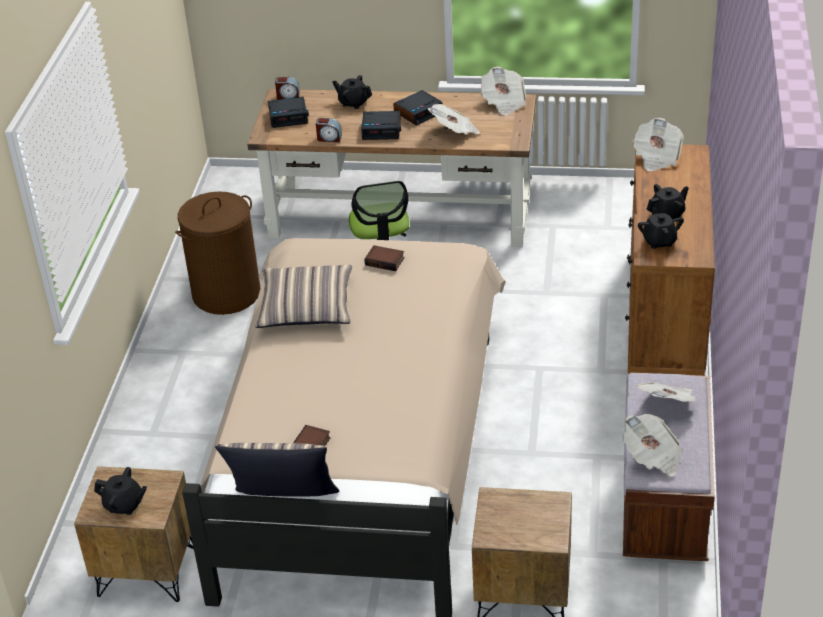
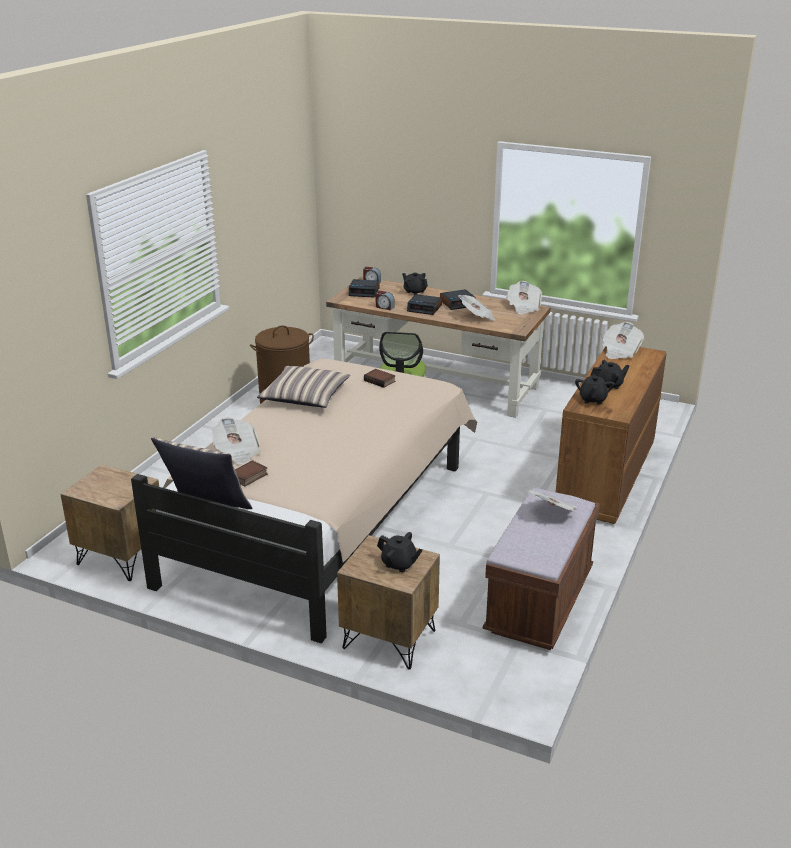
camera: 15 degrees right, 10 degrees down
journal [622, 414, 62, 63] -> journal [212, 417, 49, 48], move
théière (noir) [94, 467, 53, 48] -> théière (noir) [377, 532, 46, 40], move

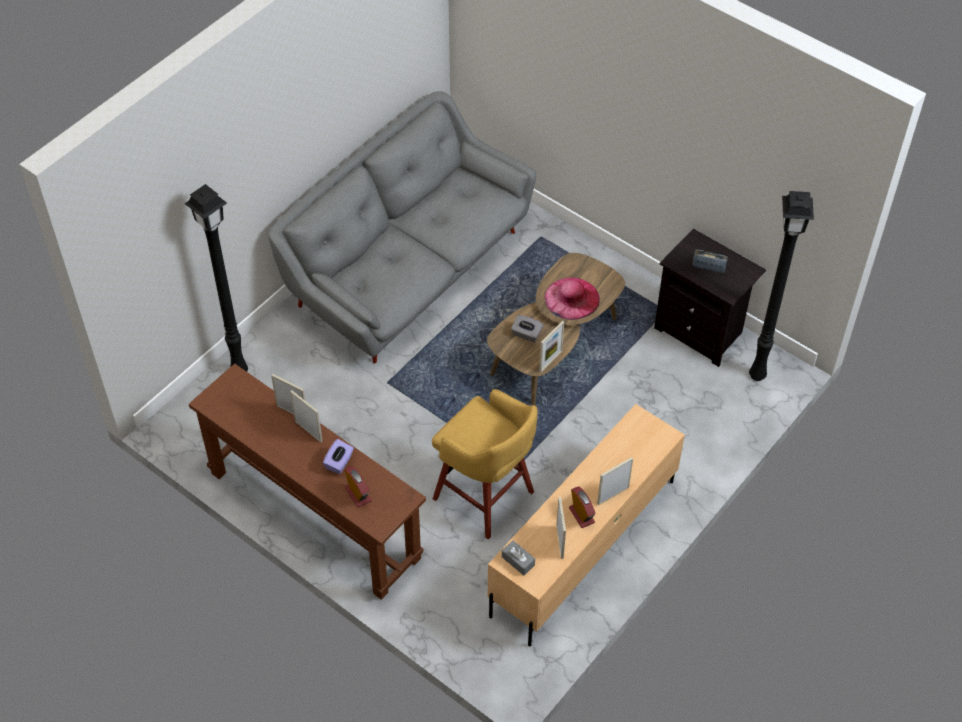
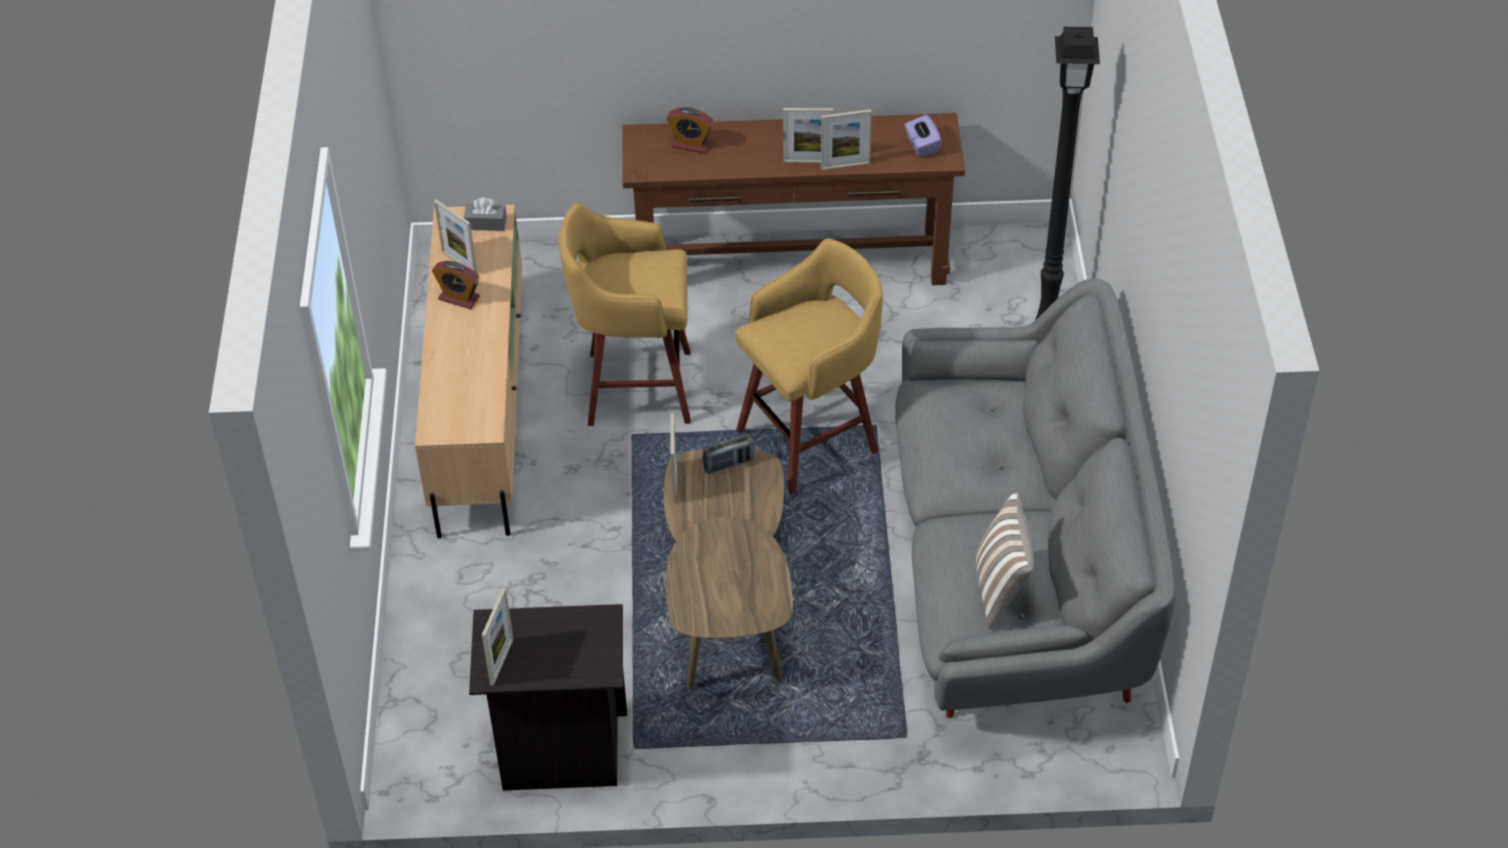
camera: 140 degrees right, 5 degrees down
cadre photo [597, 457, 36, 48] -> cadre photo [482, 588, 32, 98], move
radio [692, 249, 36, 24] -> radio [703, 434, 51, 40], move
none -> tabouret (jaune) [735, 239, 148, 255]
boîte à mouchoirs (violet) [323, 439, 31, 35] -> boîte à mouchoirs (violet) [905, 115, 36, 42], move
none -> coussin [976, 492, 58, 137]
boîte à mouchoirs (gris) [511, 315, 32, 27] -> none
chapeau (rose) [544, 278, 56, 42] -> none
lampadaire (noir) [749, 191, 65, 190] -> none

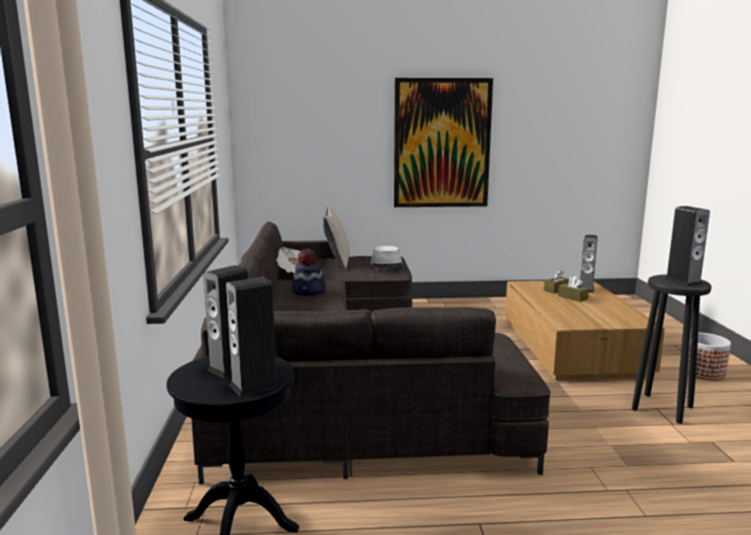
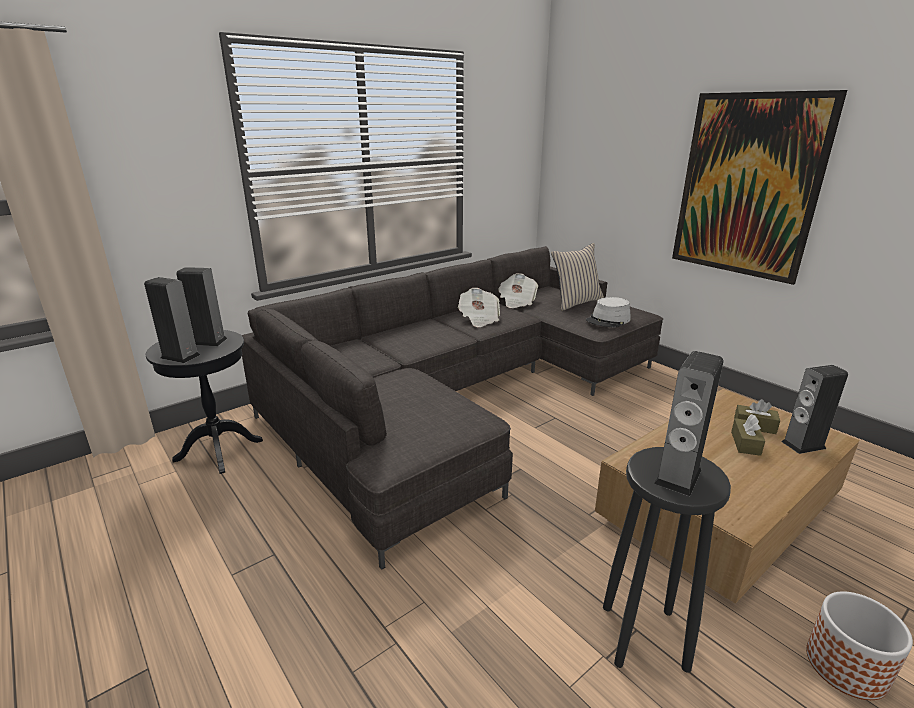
camera: 55 degrees right, 10 degrees up
chapeau [292, 249, 34, 47] -> journal [458, 288, 42, 39]

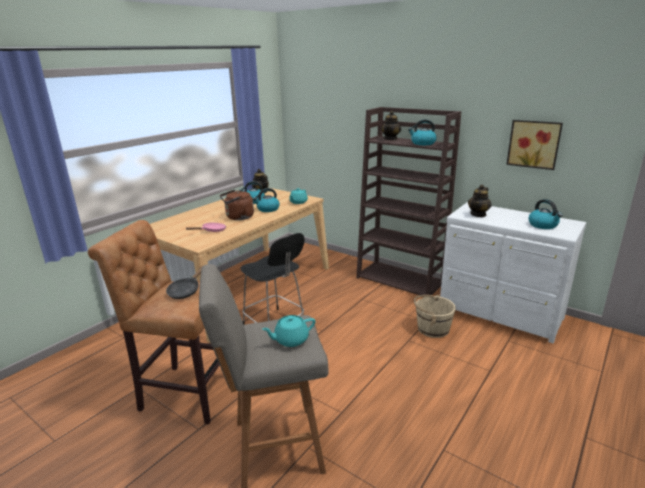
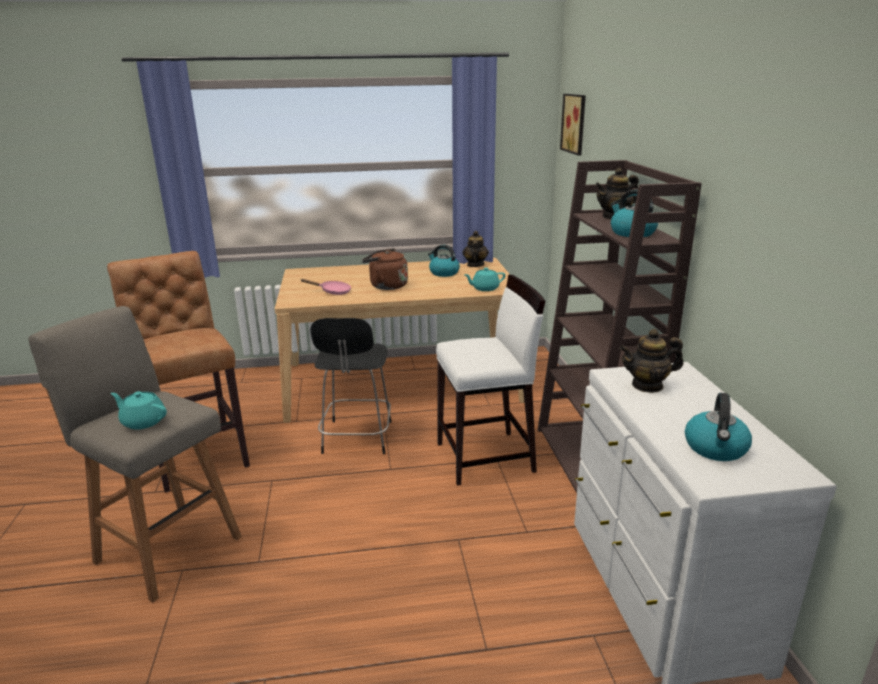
camera: 45 degrees right, 0 degrees up
none -> tabouret (blanc) [436, 275, 110, 211]
tableau [506, 120, 57, 50] -> tableau [560, 94, 26, 62], move
poêle (noir) [166, 266, 37, 33] -> none
bouilloire [253, 188, 27, 24] -> none
seau (beige) [414, 295, 42, 43] -> none

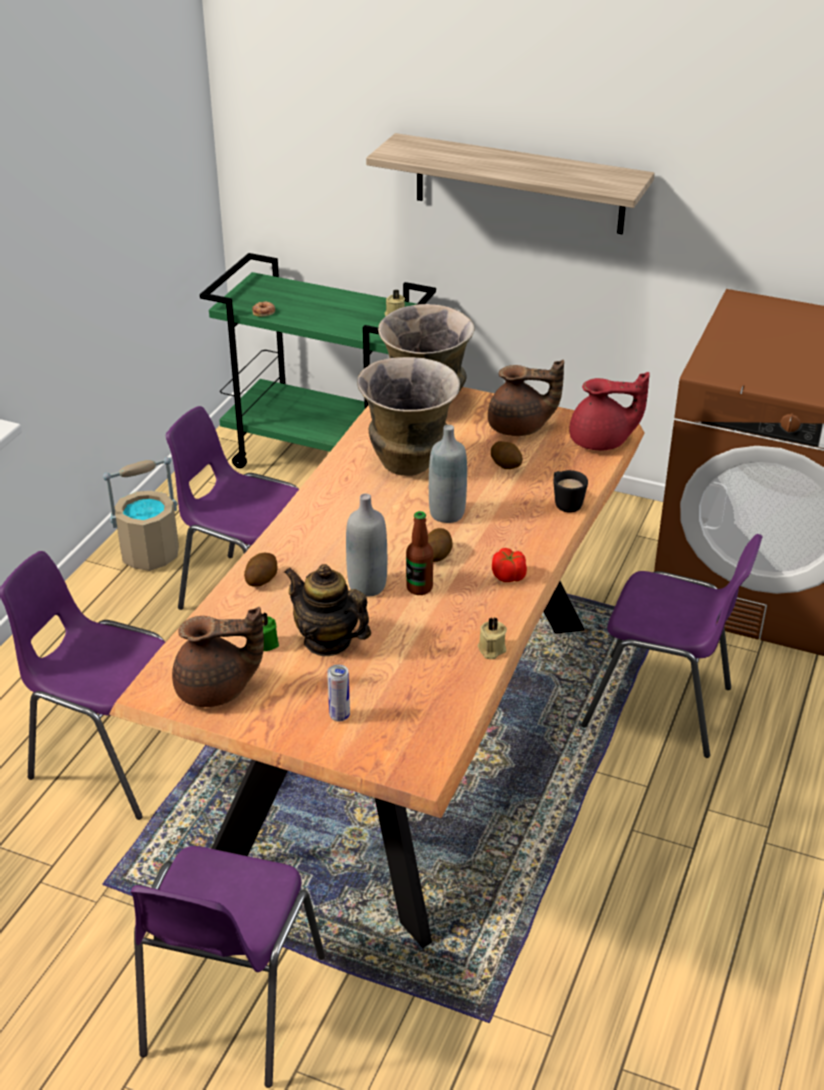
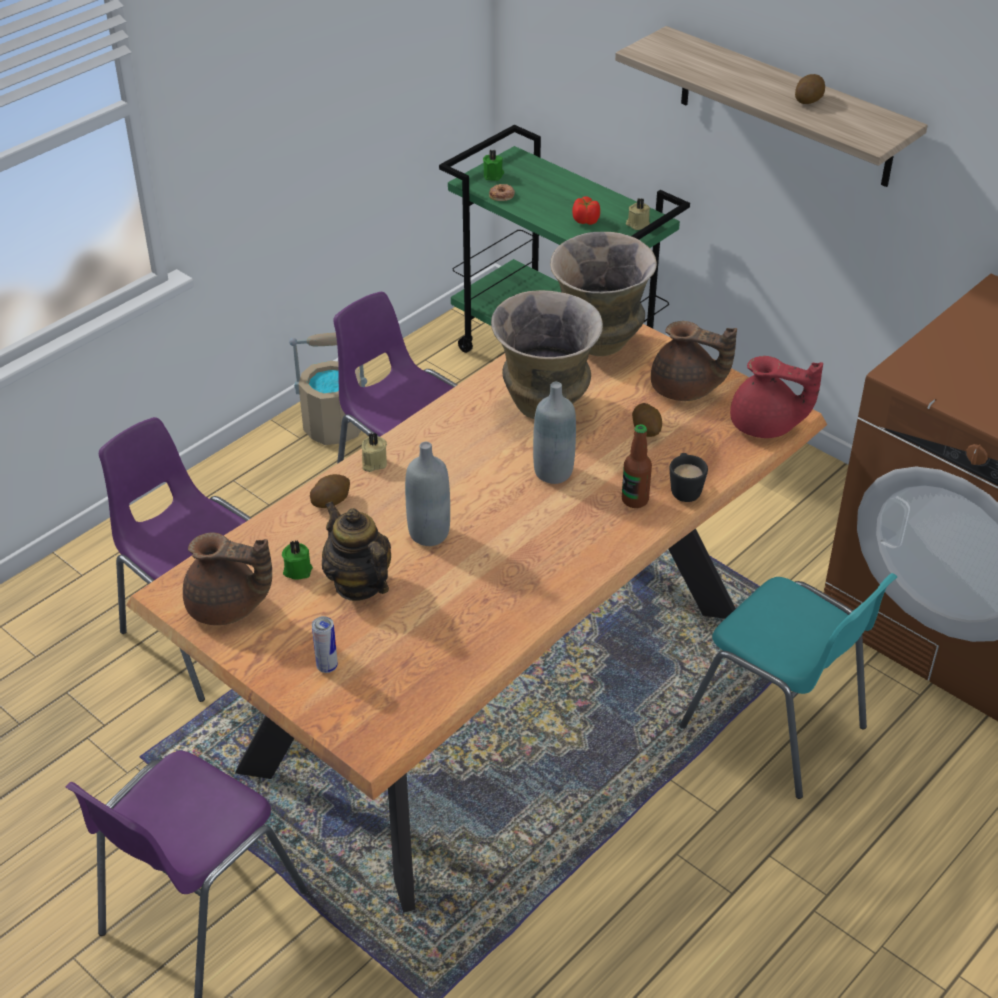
camera: 20 degrees right, 5 degrees up
bougie (beige) [478, 617, 29, 42] -> bougie (beige) [362, 432, 25, 40], move
none -> bougie (vert) [483, 150, 21, 31]
tomate [492, 548, 35, 34] -> tomate [572, 196, 28, 29], move
bouteille [406, 511, 27, 84] -> bouteille [622, 424, 30, 84], move
chaise (violet) [581, 534, 182, 224] -> chaise (turquoise) [680, 573, 218, 226]
pomme de terre [428, 528, 25, 34] -> pomme de terre [795, 74, 30, 30], move

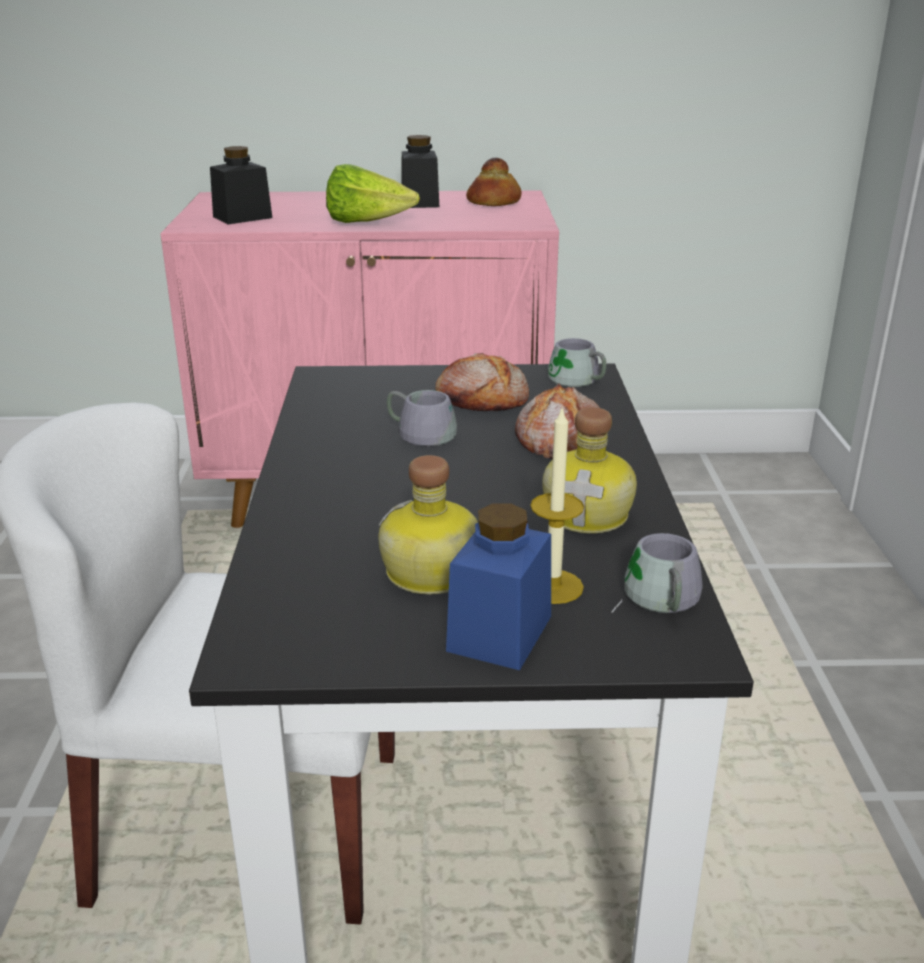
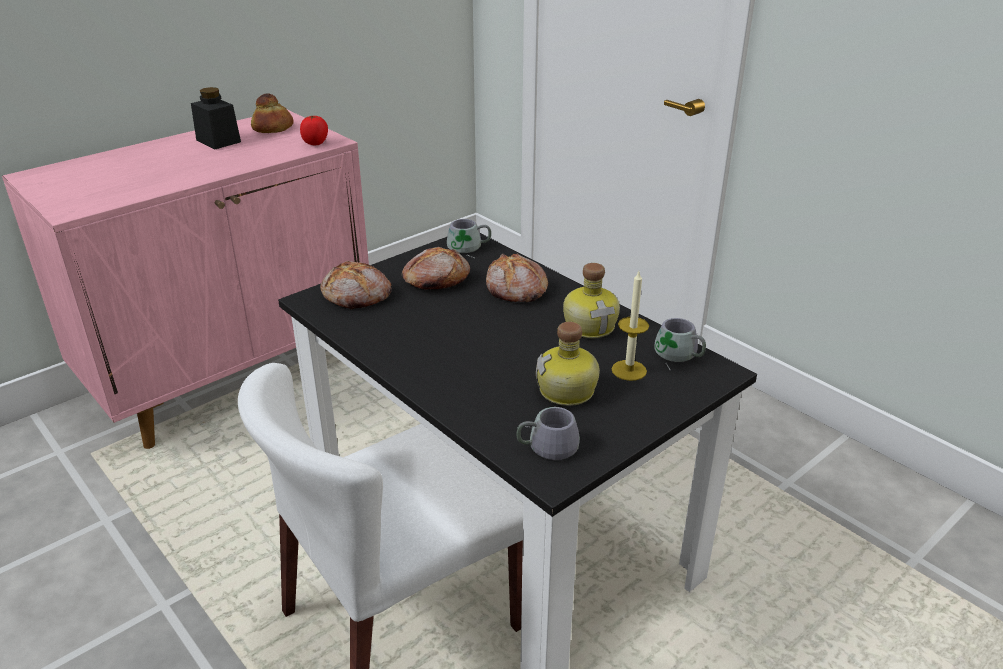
camera: 40 degrees left, 5 degrees up
none -> tomate [300, 116, 28, 29]
none -> pain [320, 261, 72, 48]
mug (gris) [387, 390, 70, 57] -> mug (gris) [516, 407, 64, 53], move
bocal (noir) [210, 146, 62, 78] -> none
laitue [326, 164, 94, 59] -> none
bocal (bleu) [446, 504, 105, 166] -> none

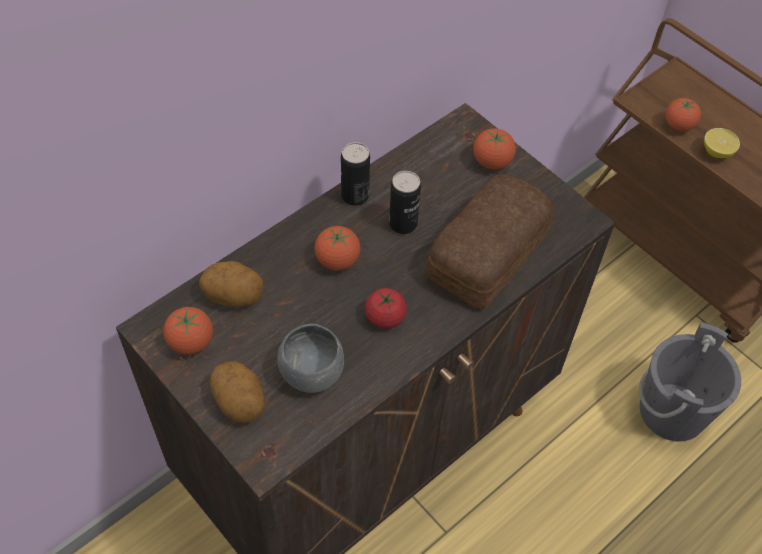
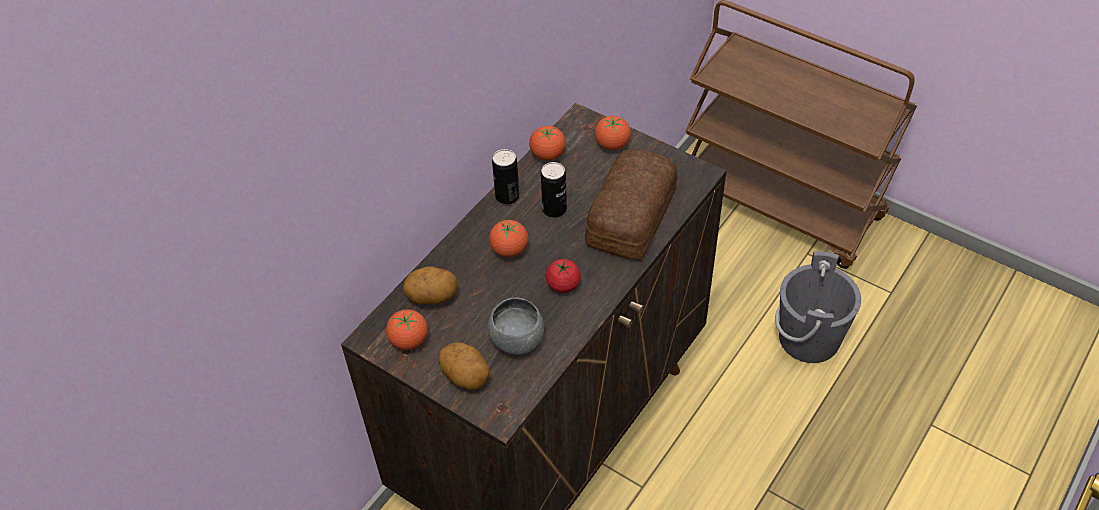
camera: 10 degrees left, 5 degrees down
tomate [665, 98, 36, 33] -> tomate [529, 125, 37, 36], move
citron [704, 128, 36, 30] -> none

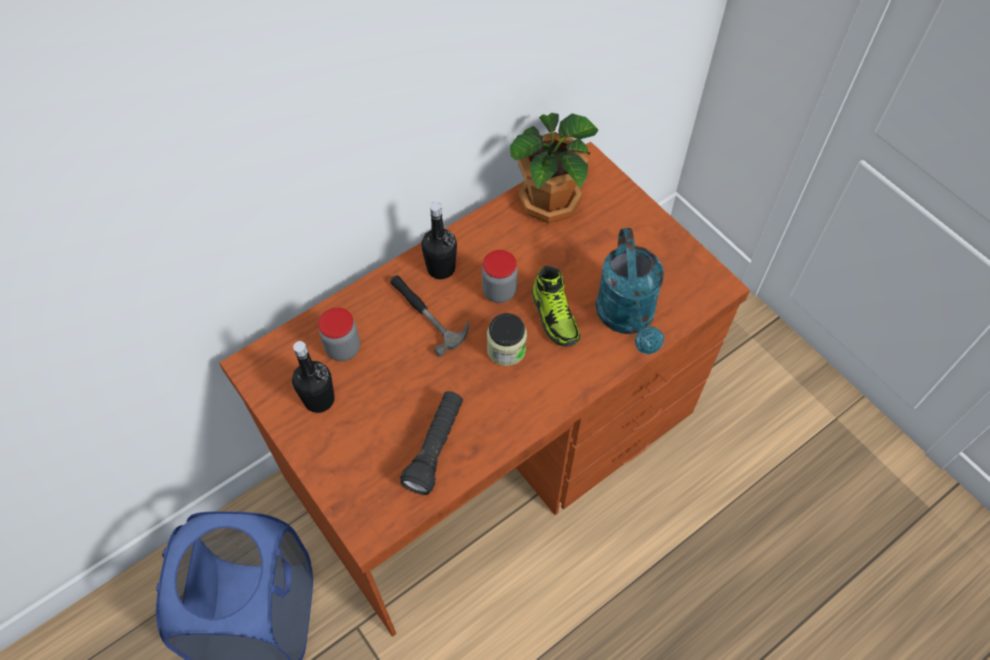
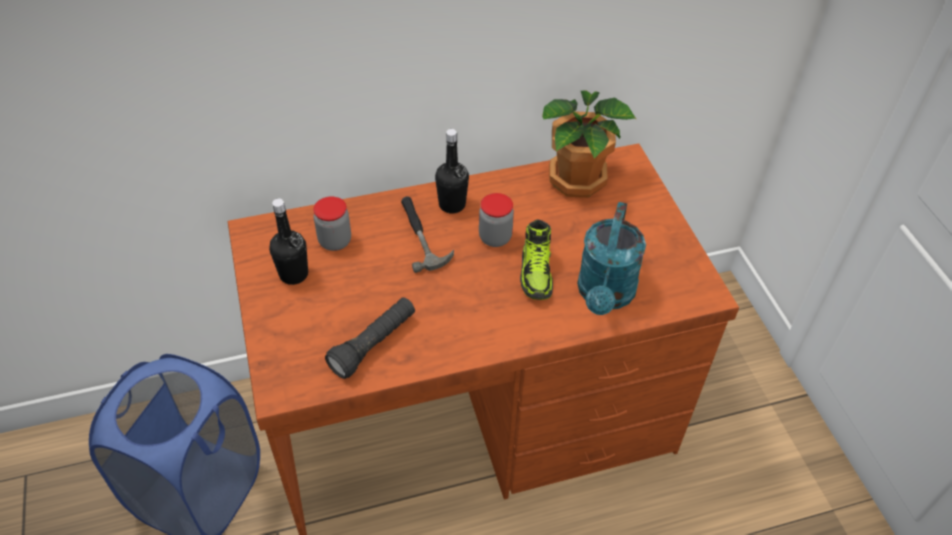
camera: 20 degrees right, 10 degrees down
bocal [487, 313, 40, 53] -> none

